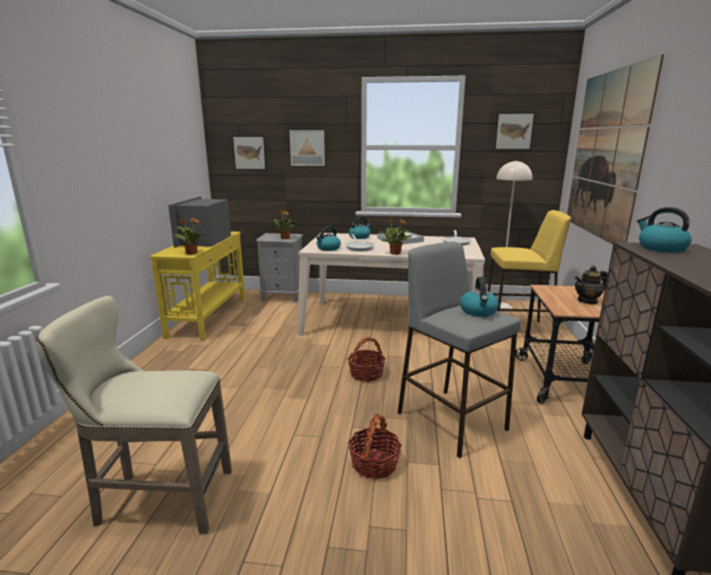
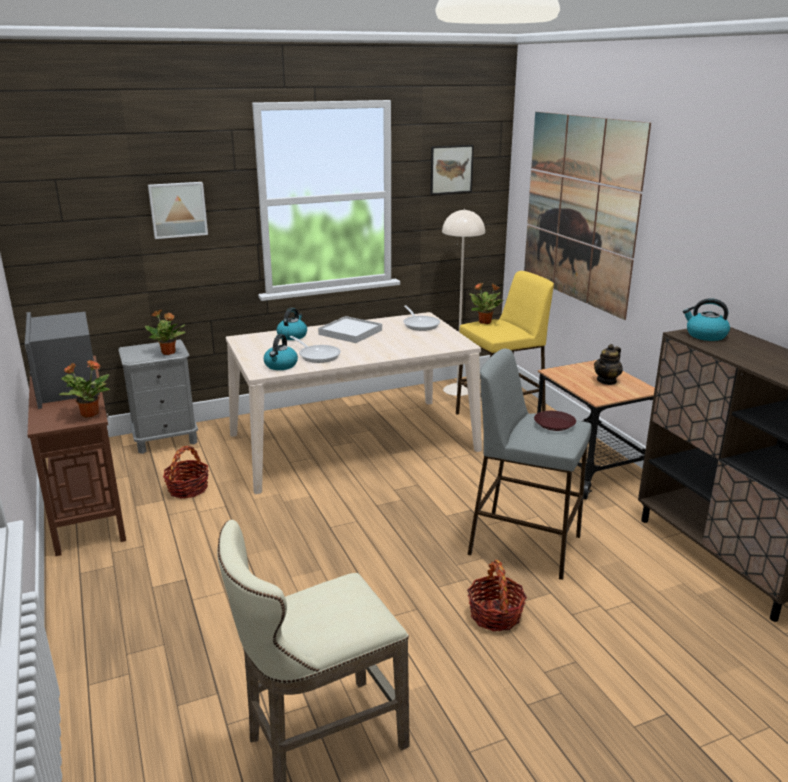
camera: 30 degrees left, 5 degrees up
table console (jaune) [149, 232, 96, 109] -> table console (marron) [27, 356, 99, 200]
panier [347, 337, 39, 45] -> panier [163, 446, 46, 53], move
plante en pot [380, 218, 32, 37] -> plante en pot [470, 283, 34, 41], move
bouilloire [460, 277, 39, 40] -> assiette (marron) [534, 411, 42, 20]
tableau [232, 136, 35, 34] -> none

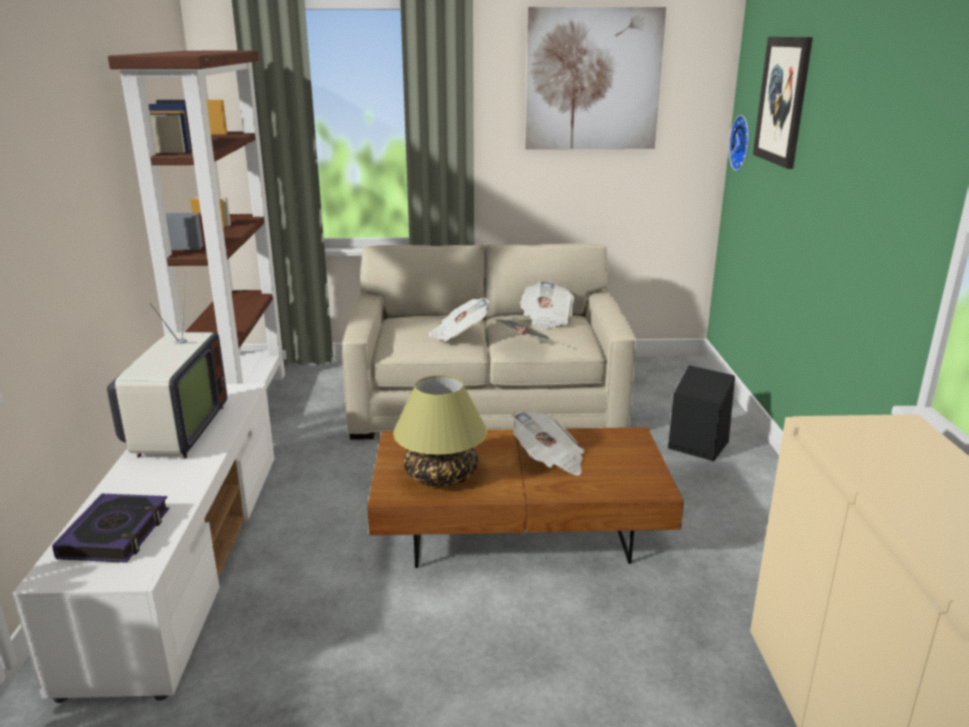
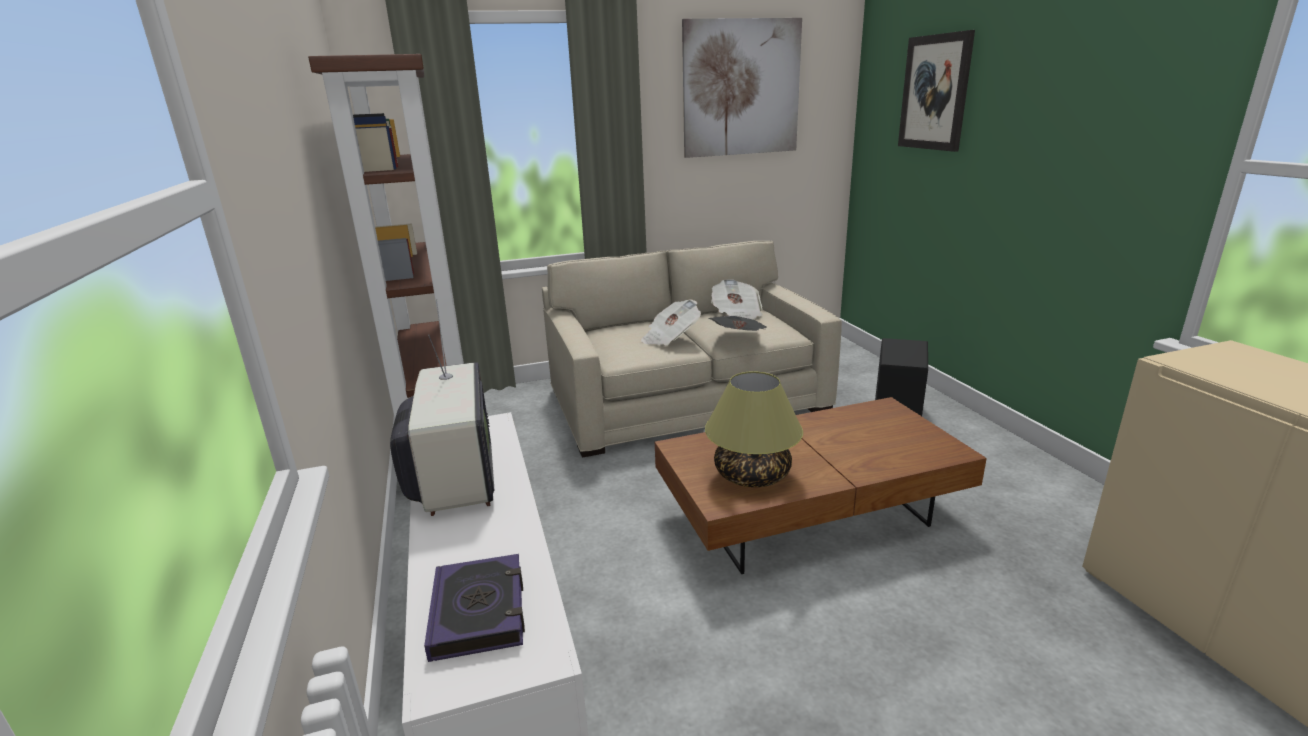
camera: 15 degrees left, 0 degrees up
journal [513, 411, 71, 65] -> none
horloge murale [729, 115, 20, 56] -> none

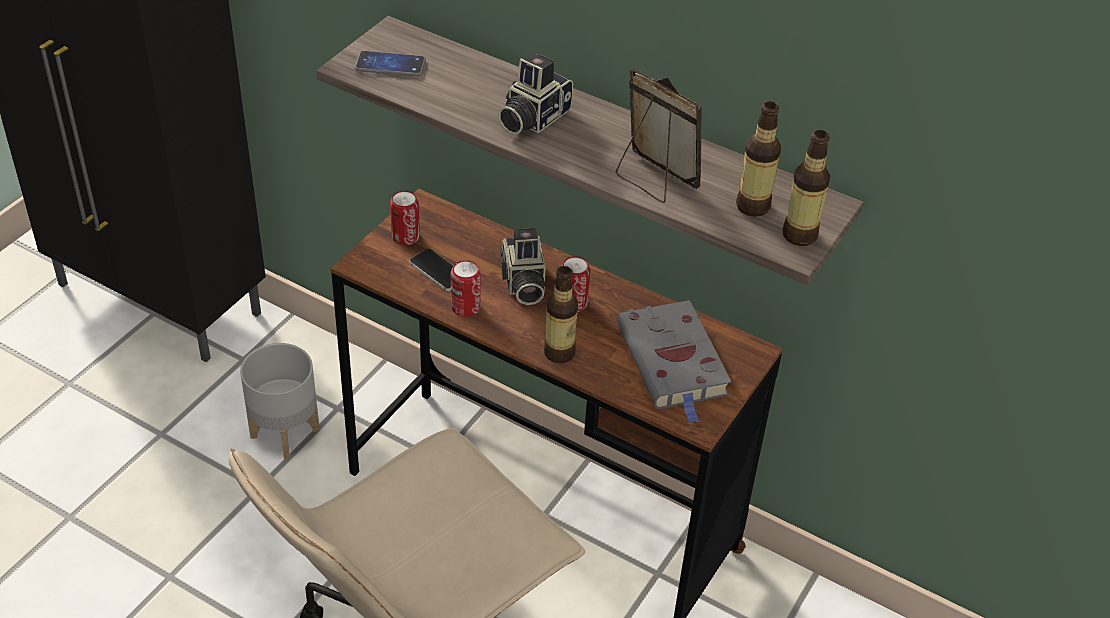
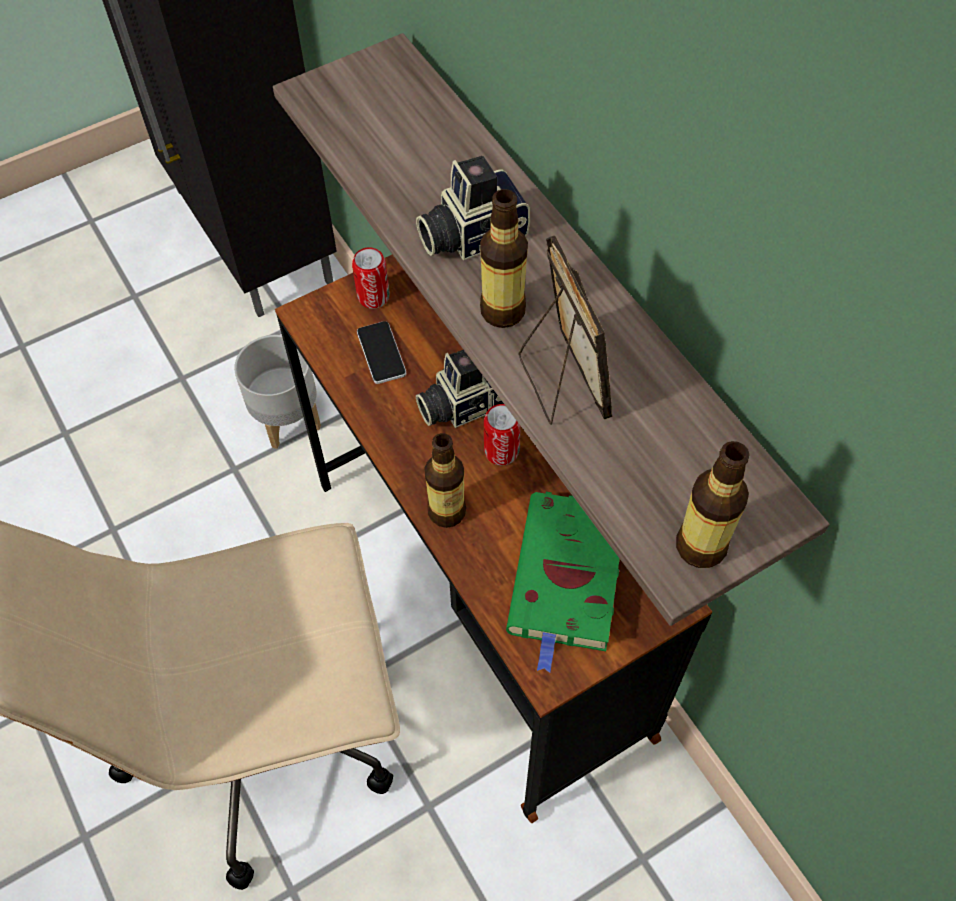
camera: 30 degrees right, 15 degrees up
appareil photo [500, 228, 46, 77] -> appareil photo [416, 350, 88, 78], 45 degrees clockwise
bouteille [736, 102, 45, 115] -> bouteille [480, 189, 48, 139], move
livre (gris) [617, 300, 115, 124] -> livre (vert) [506, 492, 113, 181]
téléphone [355, 51, 71, 25] -> none
boîte métallique [451, 260, 30, 57] -> none

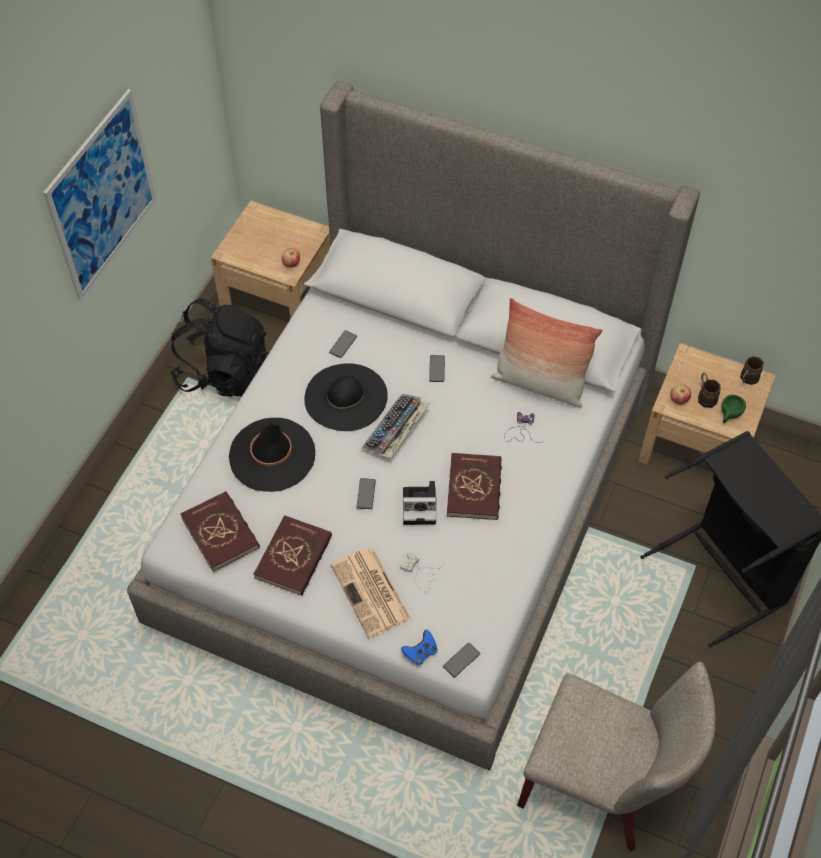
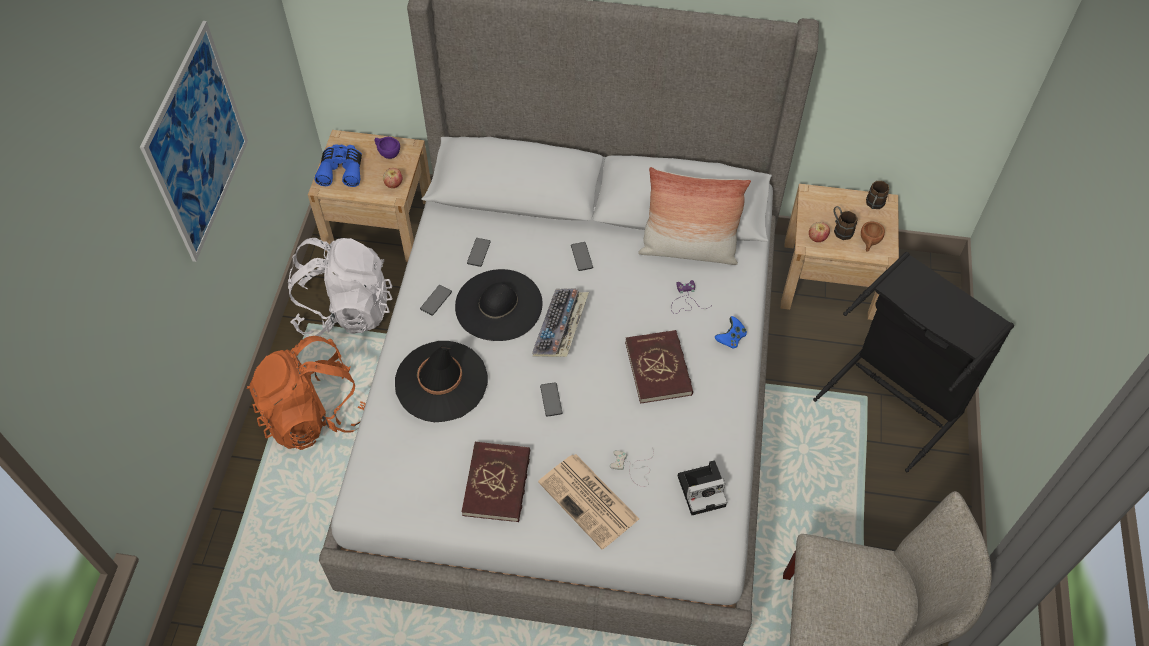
camera: 15 degrees left, 0 degrees up
none -> sac à dos (orange) [247, 336, 119, 114]
sac à dos (noir) [170, 298, 99, 99] -> sac à dos (blanc) [288, 238, 104, 99]
none -> jumelles (bleu) [314, 144, 48, 43]
none -> tasse (violet) [374, 137, 26, 22]
téléphone [443, 643, 37, 35] -> téléphone [420, 285, 32, 31], move
appareil photo [403, 481, 33, 44] -> appareil photo [678, 460, 49, 55], move
manette (bleu) [401, 630, 36, 35] -> manette (bleu) [715, 316, 32, 33], move
tasse (vert) [721, 395, 25, 29] -> tasse (marron) [861, 221, 24, 31]
livre (rouge) [180, 491, 80, 81] -> none

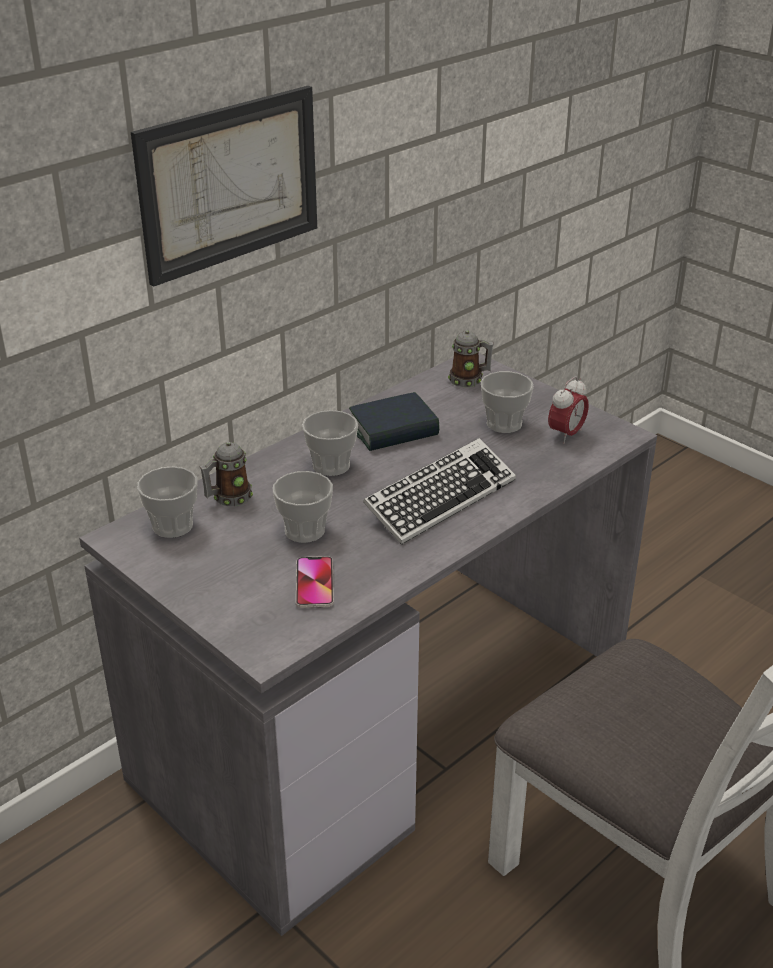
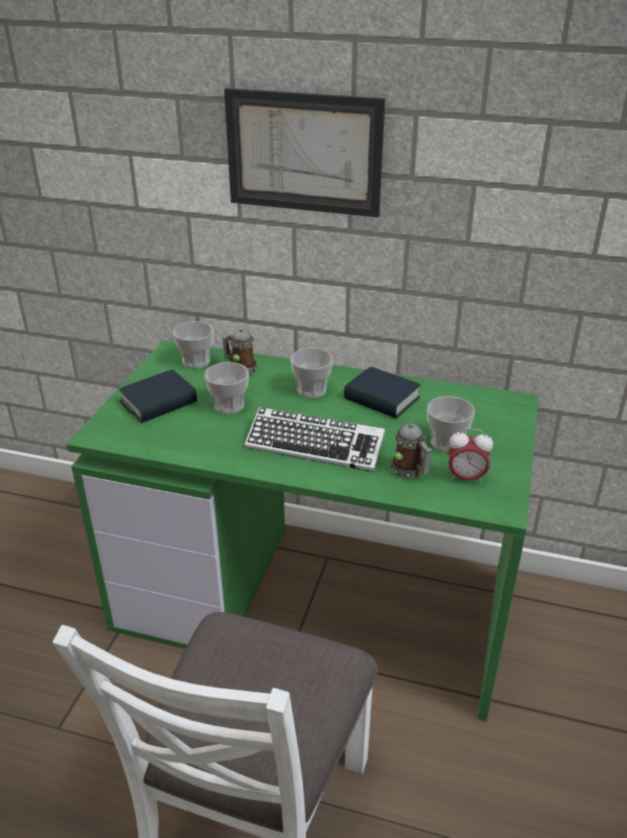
camera: 60 degrees right, 0 degrees up
bureau (gris) [79, 353, 578, 583] -> bureau (vert) [66, 340, 473, 381]
none -> livre [119, 369, 78, 54]
mug [448, 330, 46, 57] -> mug [390, 424, 42, 55], move
téléphone [296, 556, 38, 52] -> none

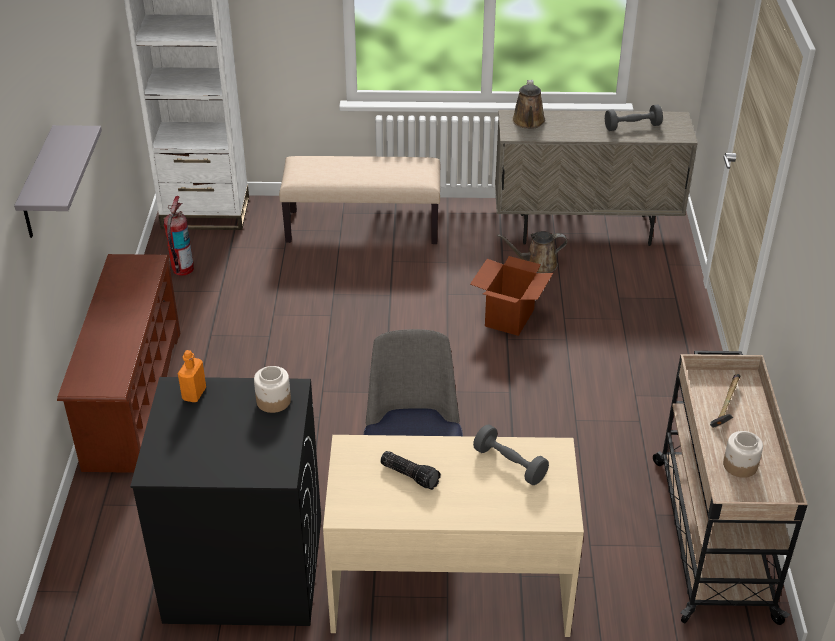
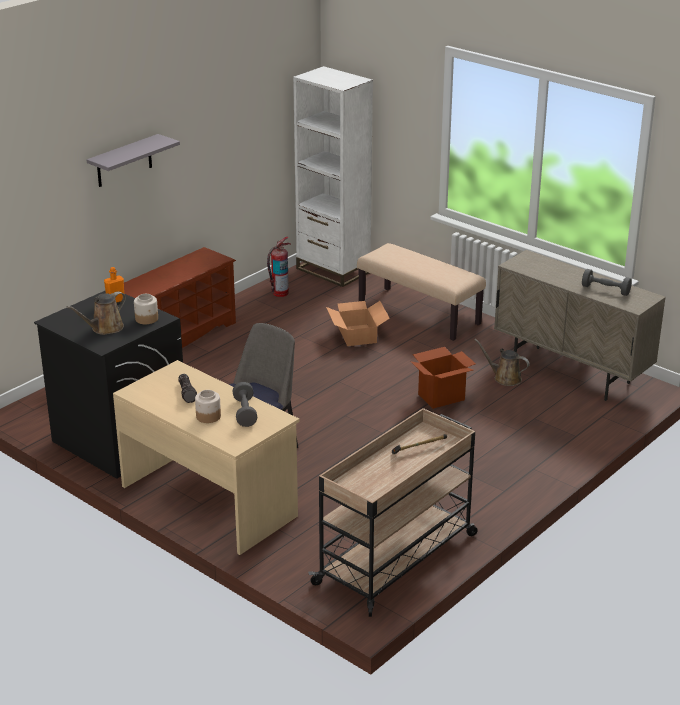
camera: 40 degrees right, 10 degrees down
arrosoir (marron) [512, 80, 33, 49] -> arrosoir (marron) [67, 292, 59, 43], move
bocal [723, 431, 40, 47] -> bocal [195, 390, 26, 33], move
none -> carton [326, 301, 64, 45]

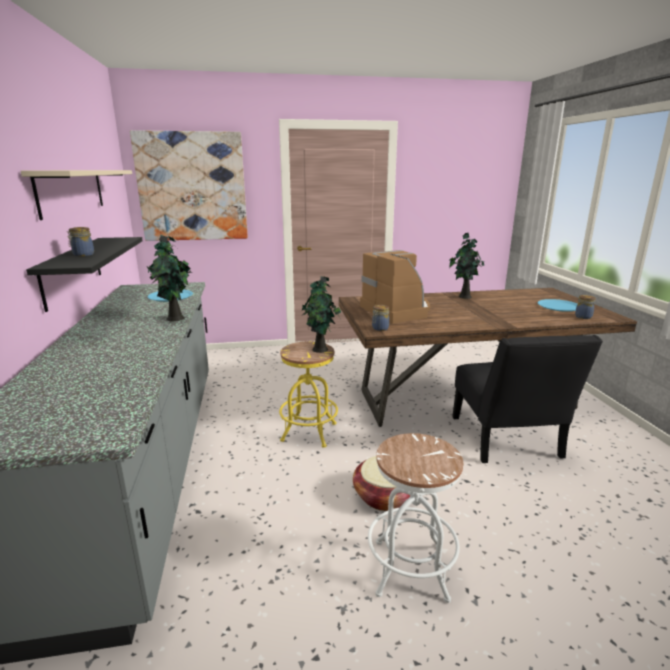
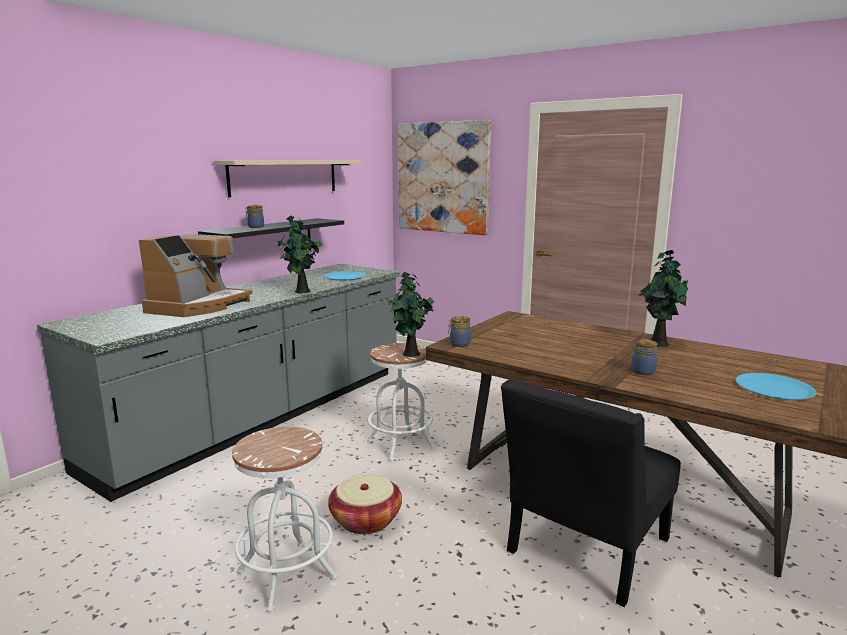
camera: 45 degrees right, 5 degrees down
machine à café [360, 250, 70, 74] -> machine à café [139, 234, 114, 83], move
tabouret (jaune) [279, 341, 59, 107] -> tabouret (blanc) [367, 343, 68, 118]
bocal [575, 295, 21, 24] -> bocal [631, 339, 27, 36], move

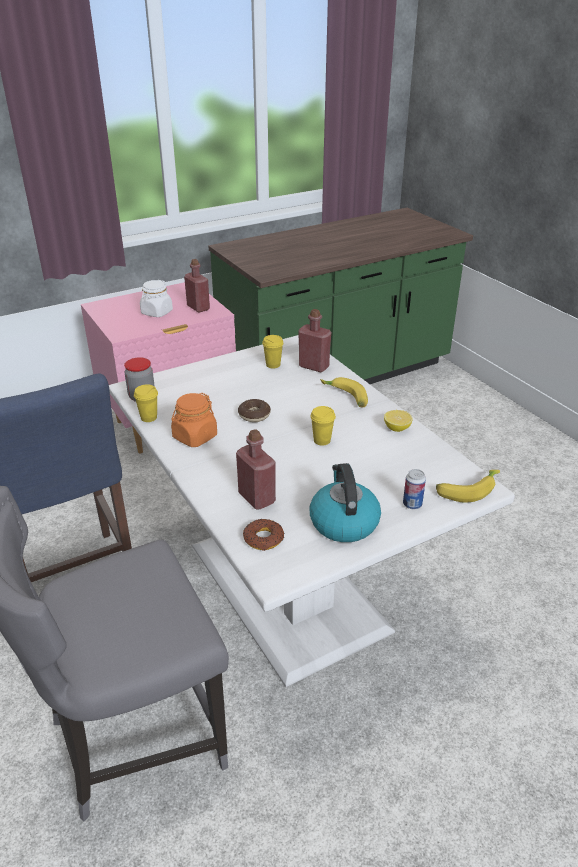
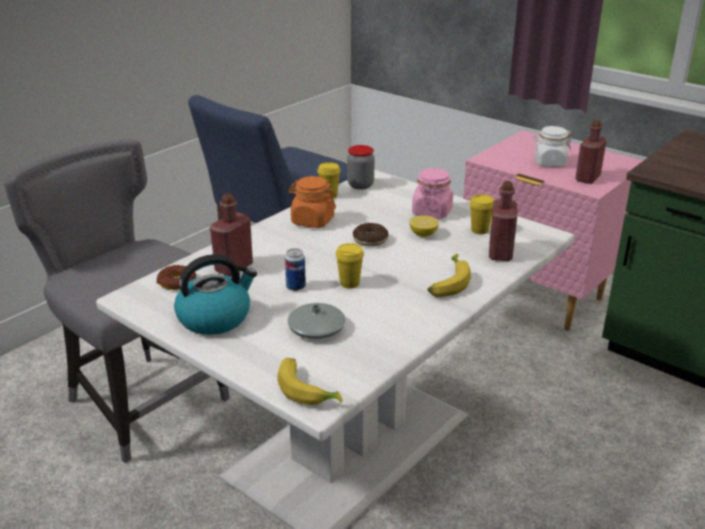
camera: 70 degrees right, 5 degrees down
boîte métallique [403, 469, 23, 40] -> boîte métallique [285, 248, 21, 43], move
none -> vase (gris) [288, 303, 57, 36]
citron [384, 410, 29, 22] -> citron [409, 215, 30, 22], move
none -> bocal (rose) [412, 168, 41, 51]

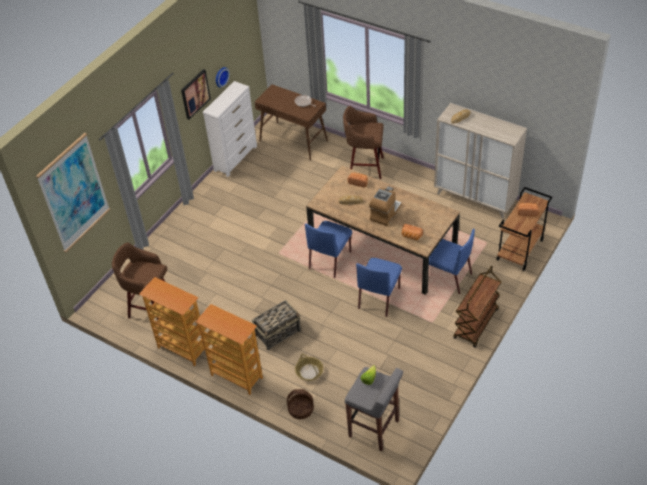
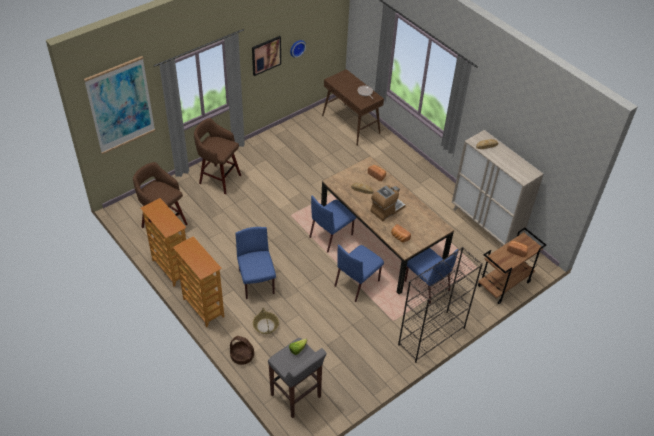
camera: 15 degrees right, 0 degrees up
tabouret (marron) [343, 106, 41, 73] -> tabouret (marron) [194, 118, 47, 76], move
panier [252, 300, 49, 50] -> chaise (bleu) [235, 227, 41, 72]
chariot (marron) [453, 266, 48, 82] -> bibliothèque (noir) [398, 247, 85, 116]
commode (blanc) [203, 81, 54, 96] -> none

